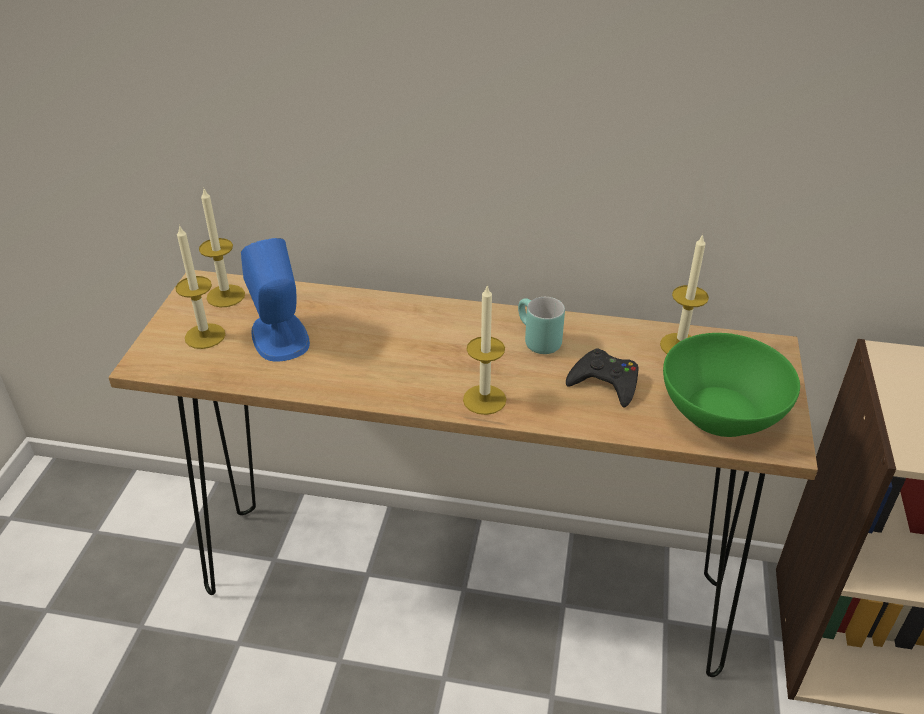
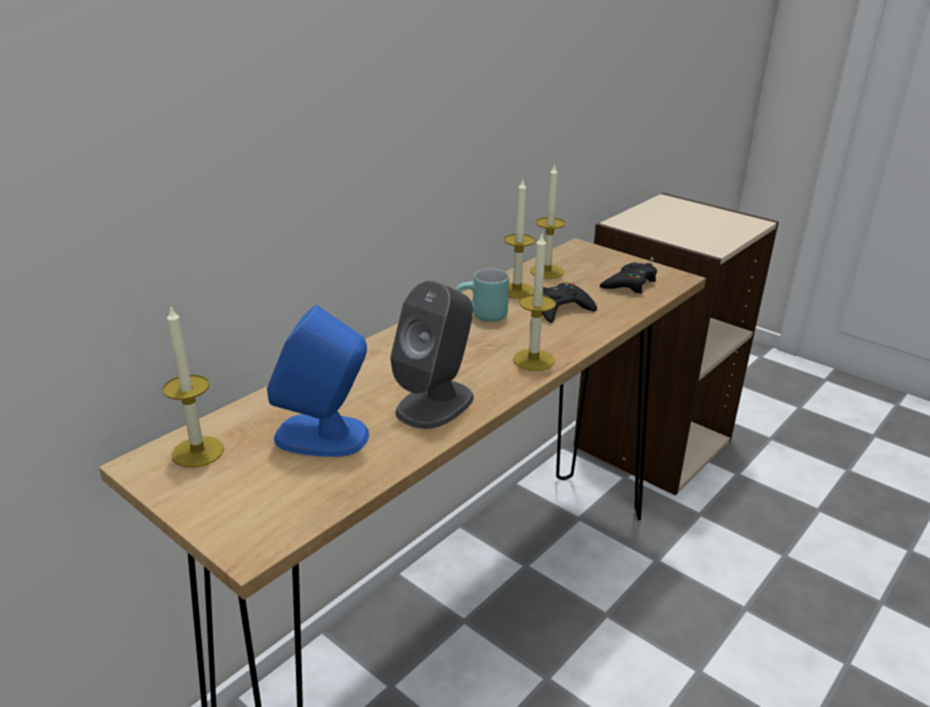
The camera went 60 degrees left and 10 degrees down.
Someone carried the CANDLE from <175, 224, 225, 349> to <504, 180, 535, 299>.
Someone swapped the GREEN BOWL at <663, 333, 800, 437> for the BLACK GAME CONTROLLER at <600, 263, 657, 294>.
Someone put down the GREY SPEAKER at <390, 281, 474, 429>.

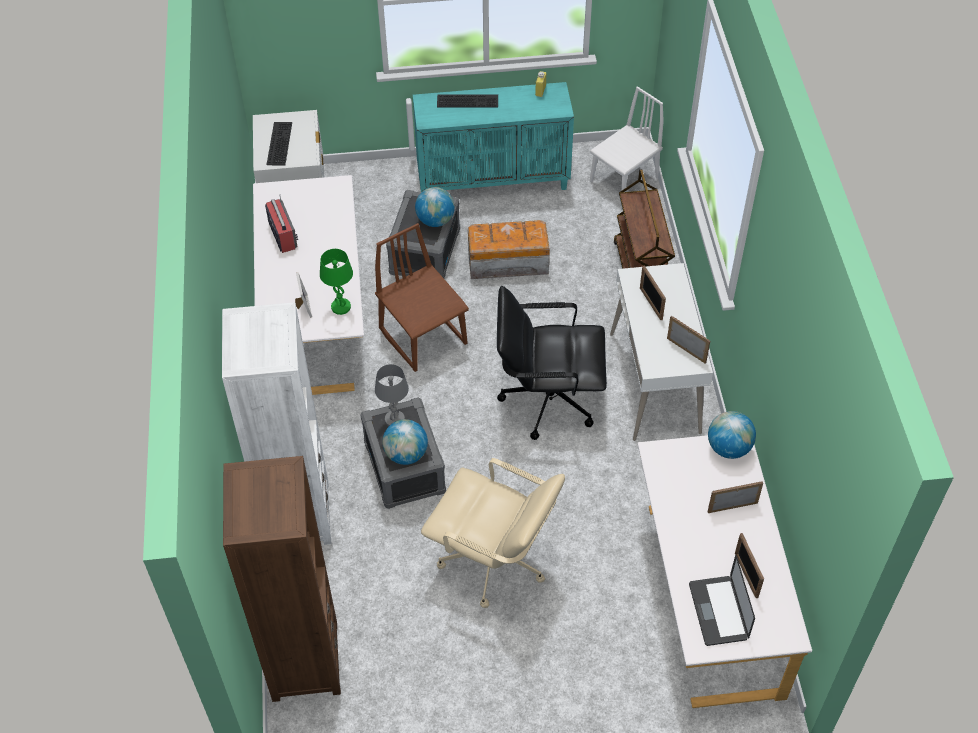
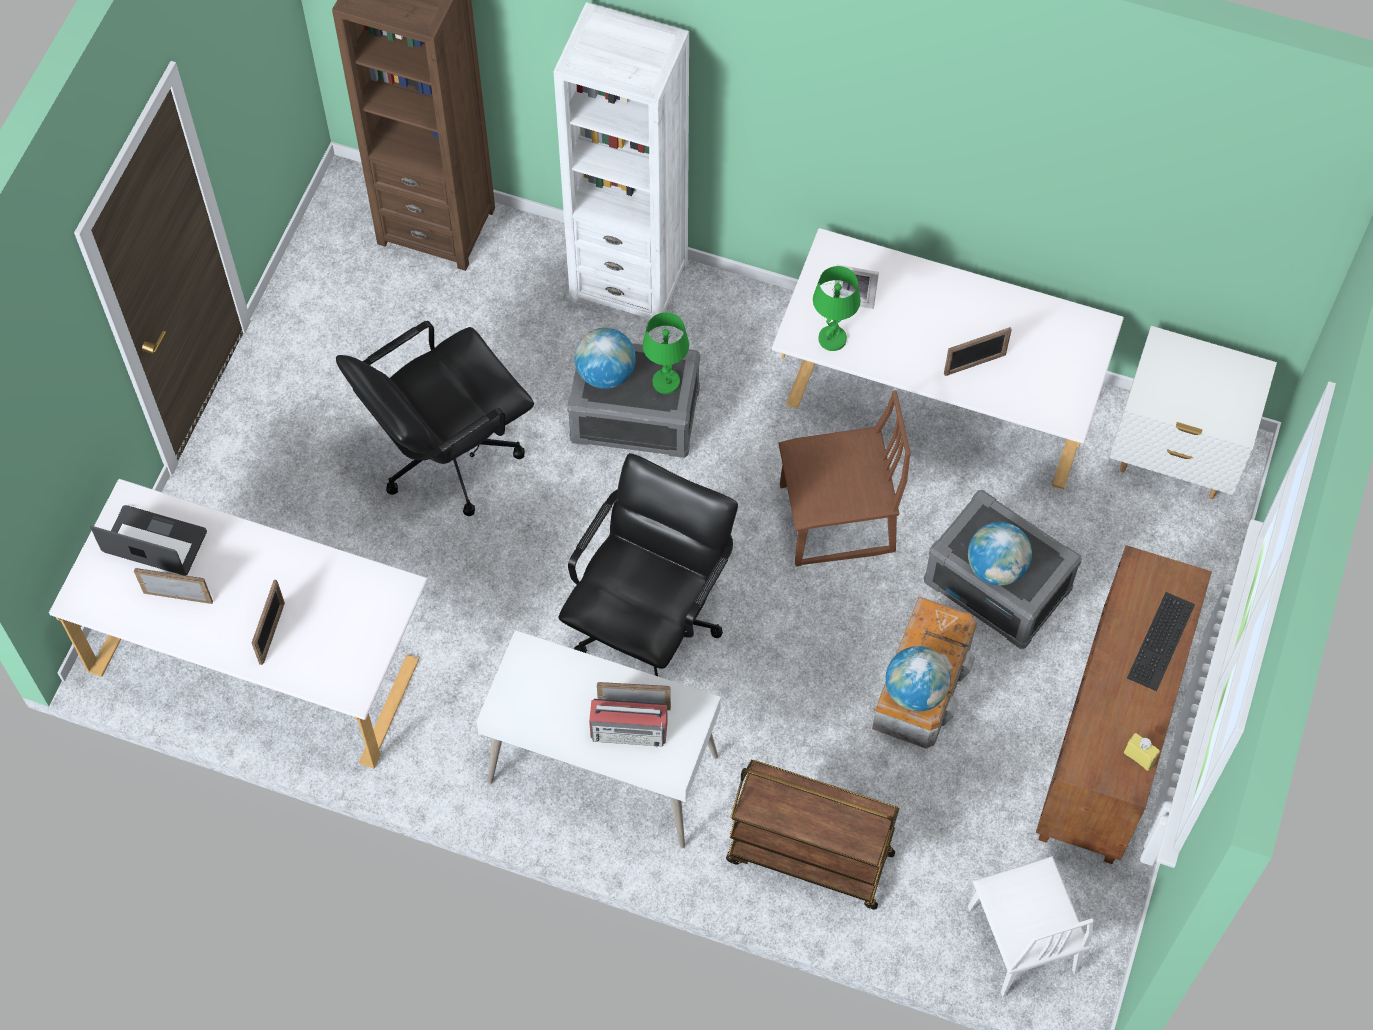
The camera went 115 degrees right and 10 degrees up.
Someone carried the RADIO from <265, 195, 298, 253> to <589, 699, 667, 747>.
Someone took away the KEYBOARD at <266, 122, 292, 166>.
Someone repainted the GREY TABLE LAMP at <375, 364, 409, 426>, which became the GREEN TABLE LAMP at <643, 312, 689, 394>.
Someone repainted the TURQUOISE CABINET at <413, 82, 574, 192>, which became the BROWN CABINET at <1036, 545, 1212, 864>.
Someone repainted the BEIGE OFFICE CHAIR at <421, 458, 565, 608>, which became the BLACK OFFICE CHAIR at <336, 321, 534, 516>.
Someone carried the PICTURE FRAME from <667, 316, 710, 363> to <944, 327, 1012, 376>.
Someone carried the GLOBE from <708, 411, 756, 459> to <886, 646, 951, 711>.

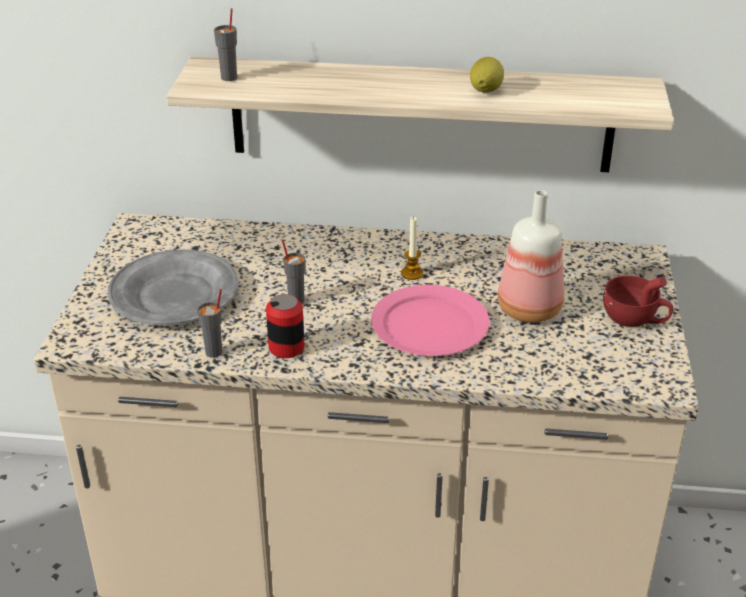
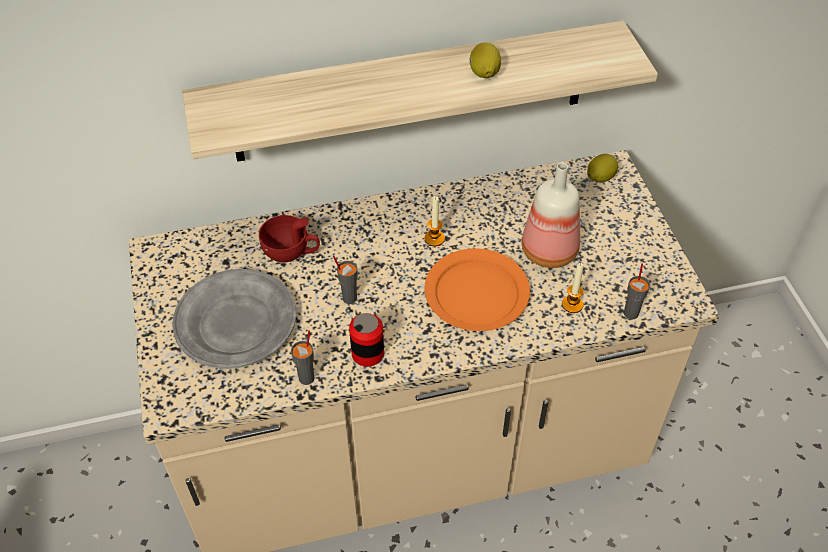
The camera went 20 degrees left and 15 degrees up.
Someone carried the GREY CUP from <214, 8, 237, 81> to <624, 263, 650, 320>.
Someone repainted the PINK PLATE at <371, 285, 490, 356>, which became the ORANGE PLATE at <424, 248, 530, 331>.
Someone carried the RED CUP from <603, 276, 673, 327> to <259, 215, 320, 263>.
Someone put down the CANDLE at <562, 263, 584, 313>.
Someone put down the LEMON at <587, 154, 618, 182>.

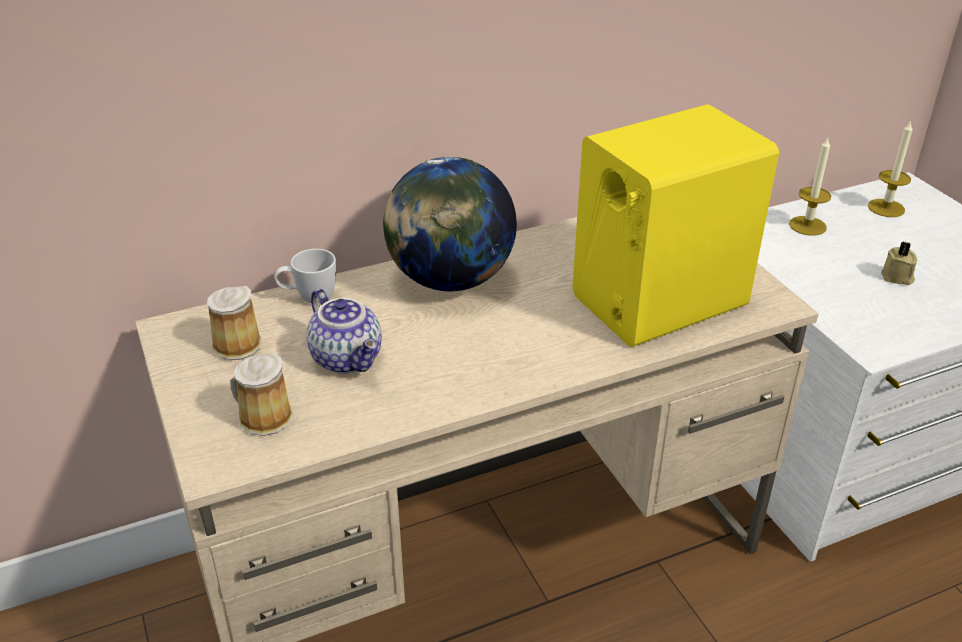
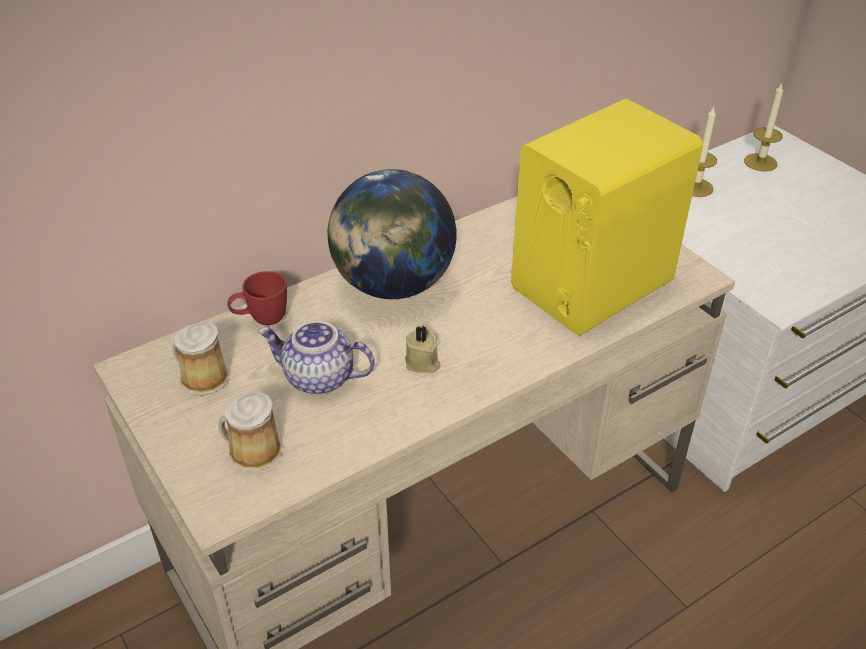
The camera went 10 degrees left and 5 degrees up.
Someone repainted the WHITE MUG at <274, 249, 336, 303>, which became the RED MUG at <227, 271, 287, 325>.
Someone rotated the TEAPOT at <306, 289, 382, 374> by 150 degrees clockwise.
Someone carried the BEIGE CANDLE from <881, 242, 918, 285> to <405, 325, 440, 373>.

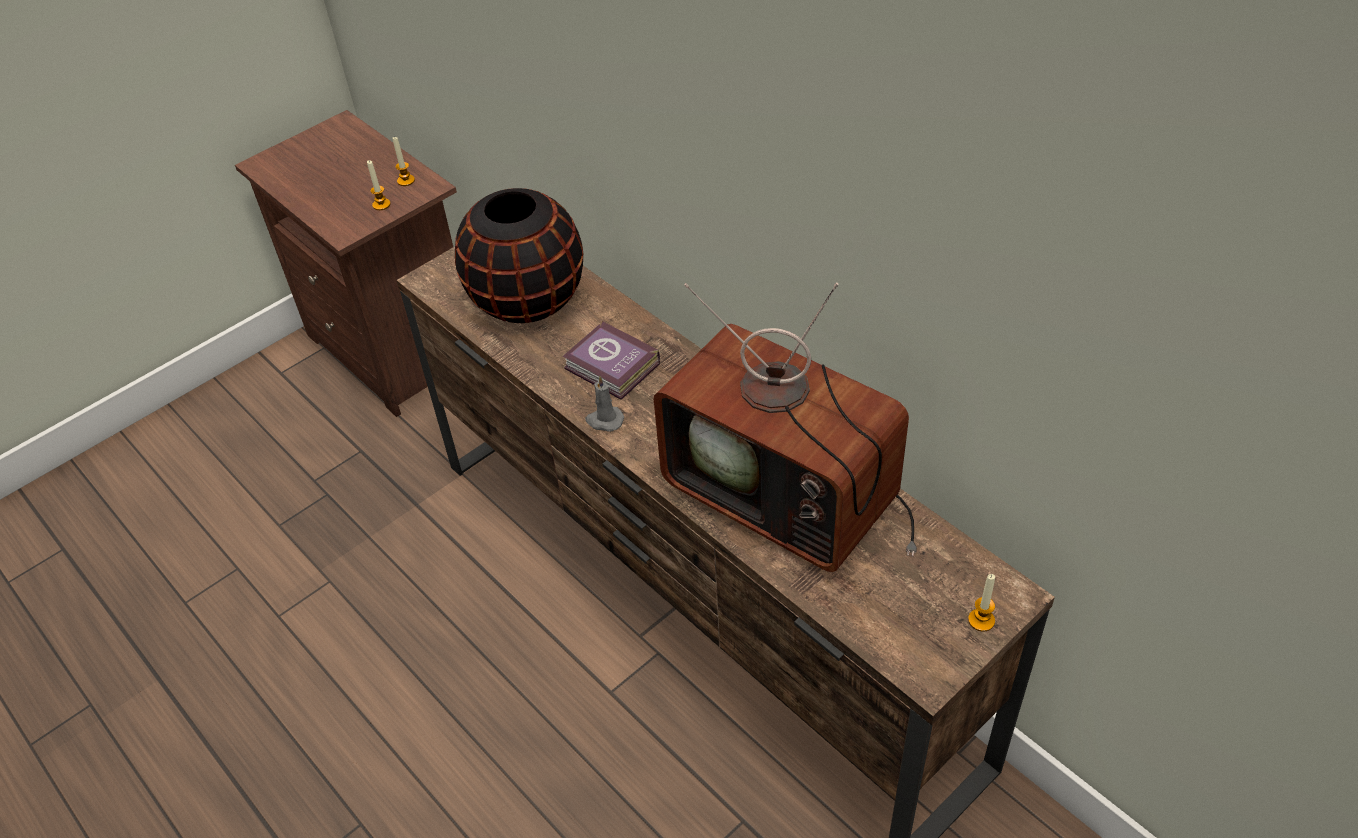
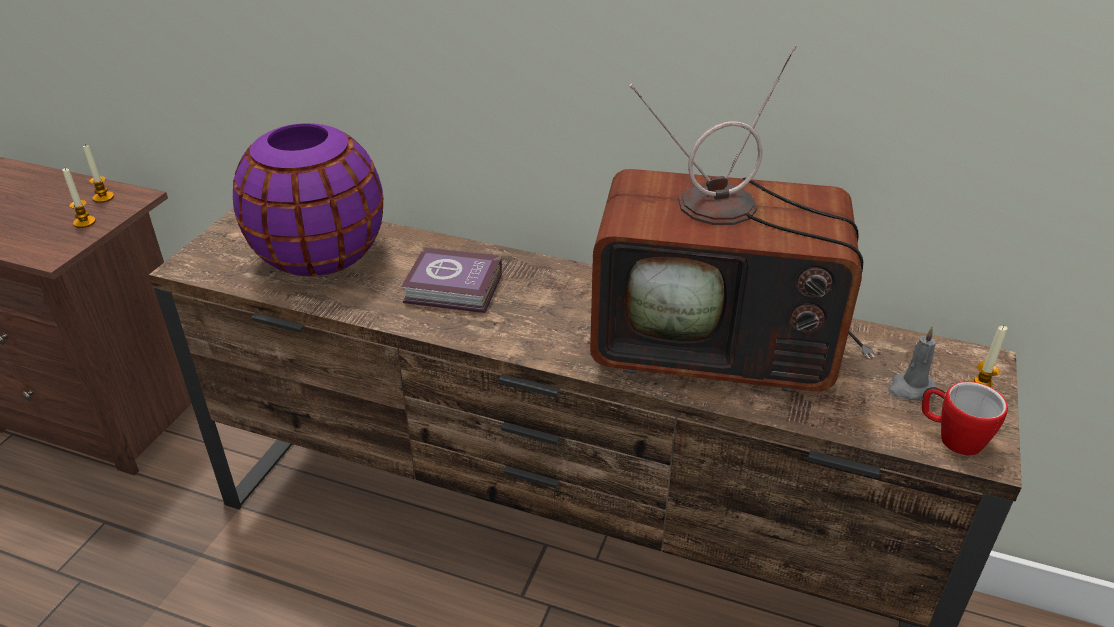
The camera went 30 degrees left and 10 degrees down.
Someone repainted the BLACK VASE at <455, 188, 583, 323>, which became the PURPLE VASE at <233, 123, 383, 276>.
Someone carried the GREY CANDLE from <585, 376, 624, 432> to <888, 327, 936, 400>.
Someone put down the MUG at <922, 381, 1008, 456>.

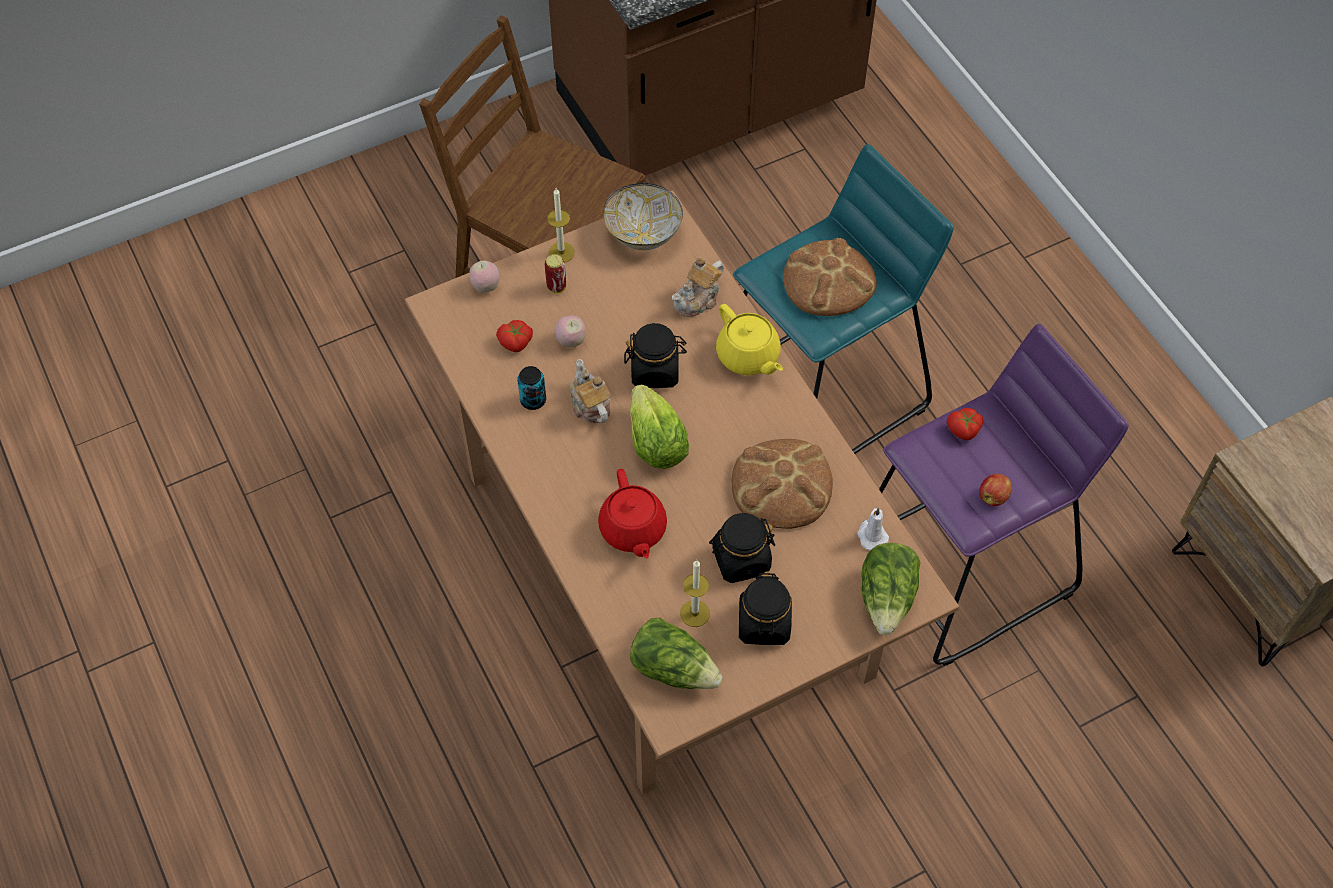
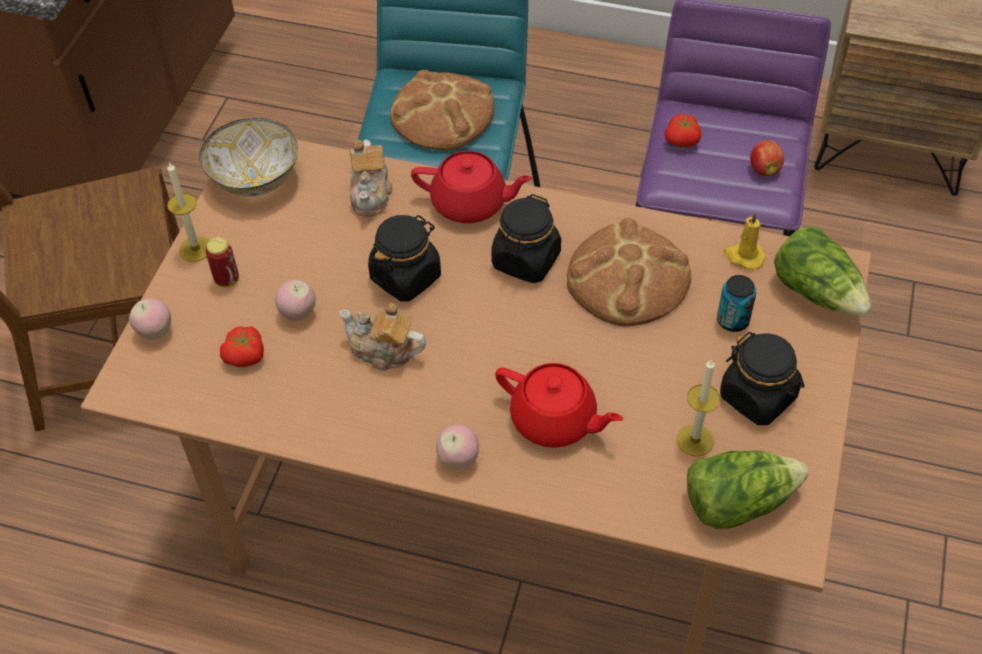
The camera went 45 degrees left and 5 degrees down.
Someone carried the CAN from <517, 366, 546, 410> to <717, 275, 756, 332>.
Someone took away the LETTUCE at <630, 384, 689, 469>.
Someone carried the BLACK JAR from <709, 513, 775, 583> to <491, 194, 561, 283>.
Someone repainted the YELLOW TEAPOT at <716, 304, 783, 375>, which became the RED TEAPOT at <411, 151, 533, 223>.
Someone repainted the WHITE CANDLE at <857, 507, 889, 550>, which became the YELLOW CANDLE at <724, 212, 766, 270>.
Someone put down the APPLE at <436, 425, 479, 470>.

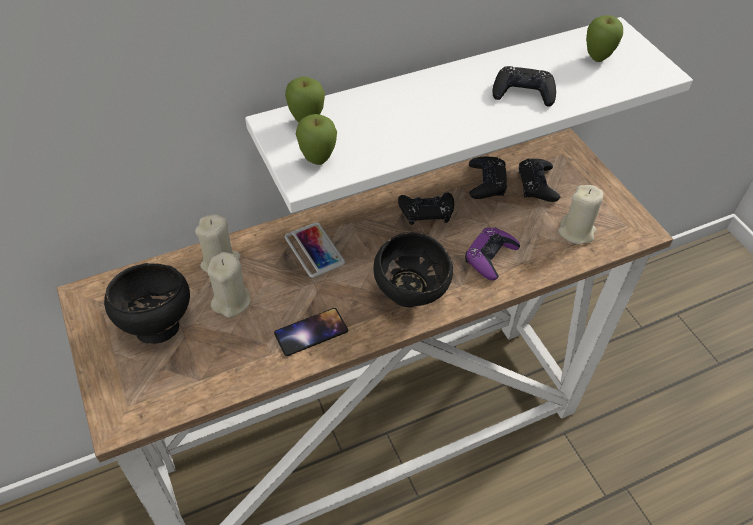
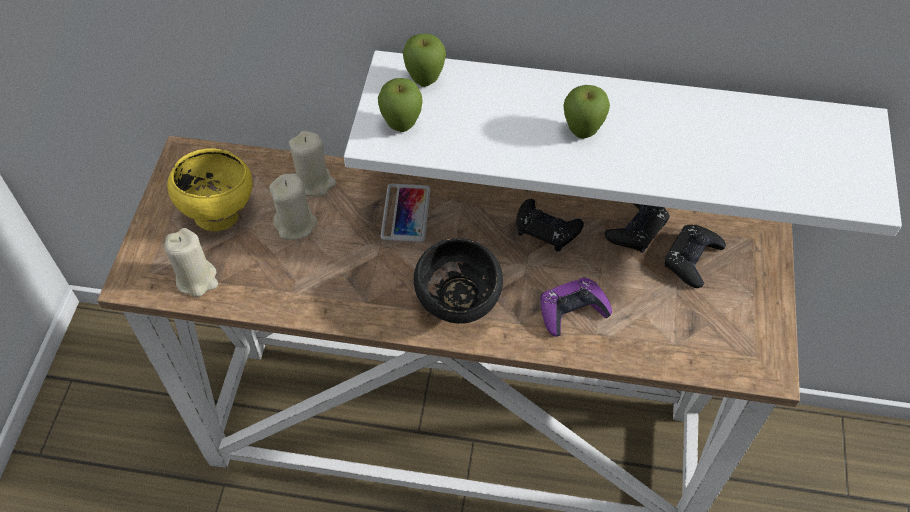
The camera went 35 degrees right and 5 degrees up.
Someone repainted the BLACK BOWL at <104, 263, 190, 344>, which became the YELLOW BOWL at <167, 148, 252, 231>.
Someone took away the PHONE at <274, 308, 348, 356>.
Someone took away the BLACK GAME CONTROLLER at <492, 66, 556, 107>.
Someone carried the BEIGE CANDLE from <558, 185, 604, 244> to <164, 228, 218, 297>.
Someone carried the APPLE from <586, 15, 623, 62> to <563, 85, 610, 139>.

